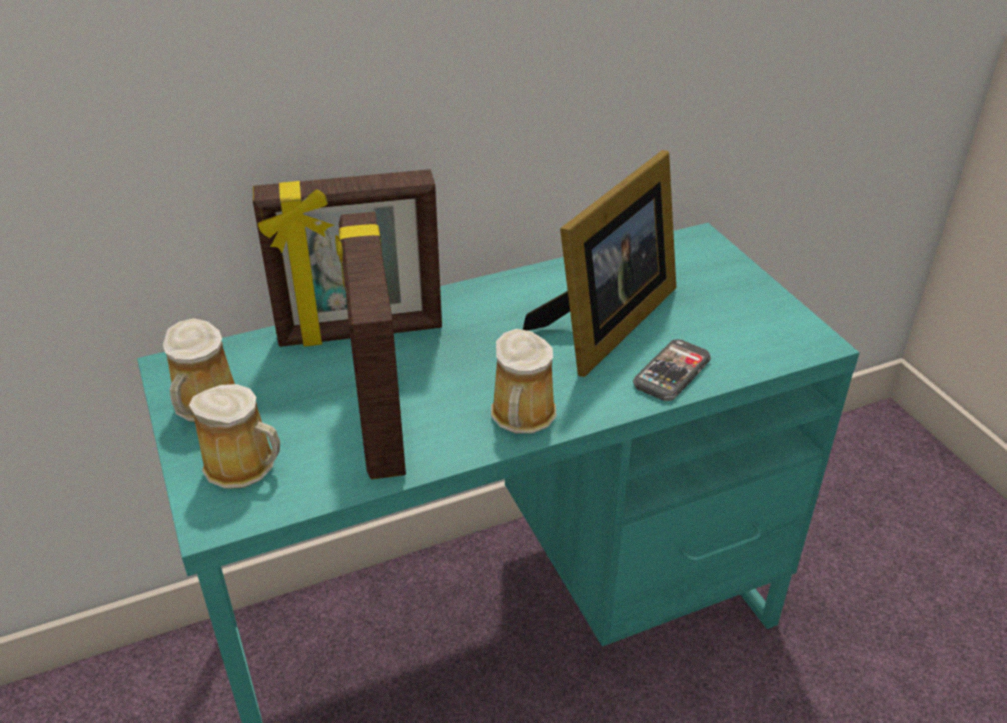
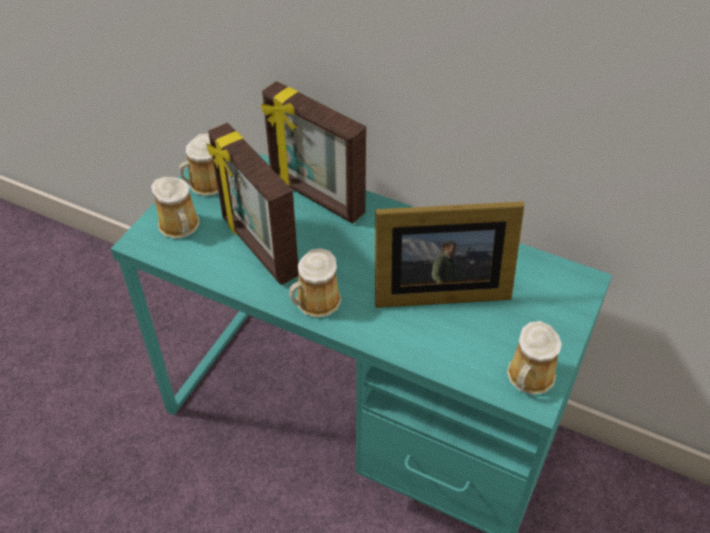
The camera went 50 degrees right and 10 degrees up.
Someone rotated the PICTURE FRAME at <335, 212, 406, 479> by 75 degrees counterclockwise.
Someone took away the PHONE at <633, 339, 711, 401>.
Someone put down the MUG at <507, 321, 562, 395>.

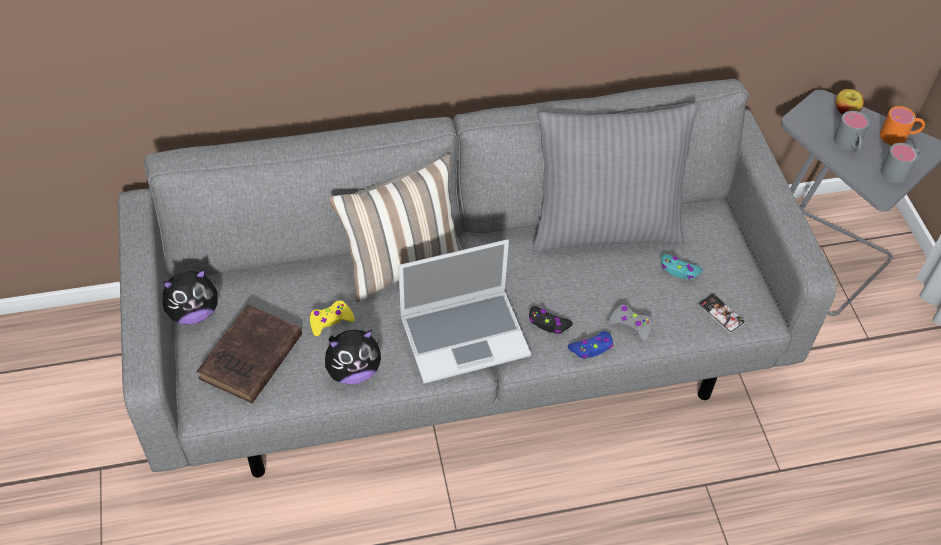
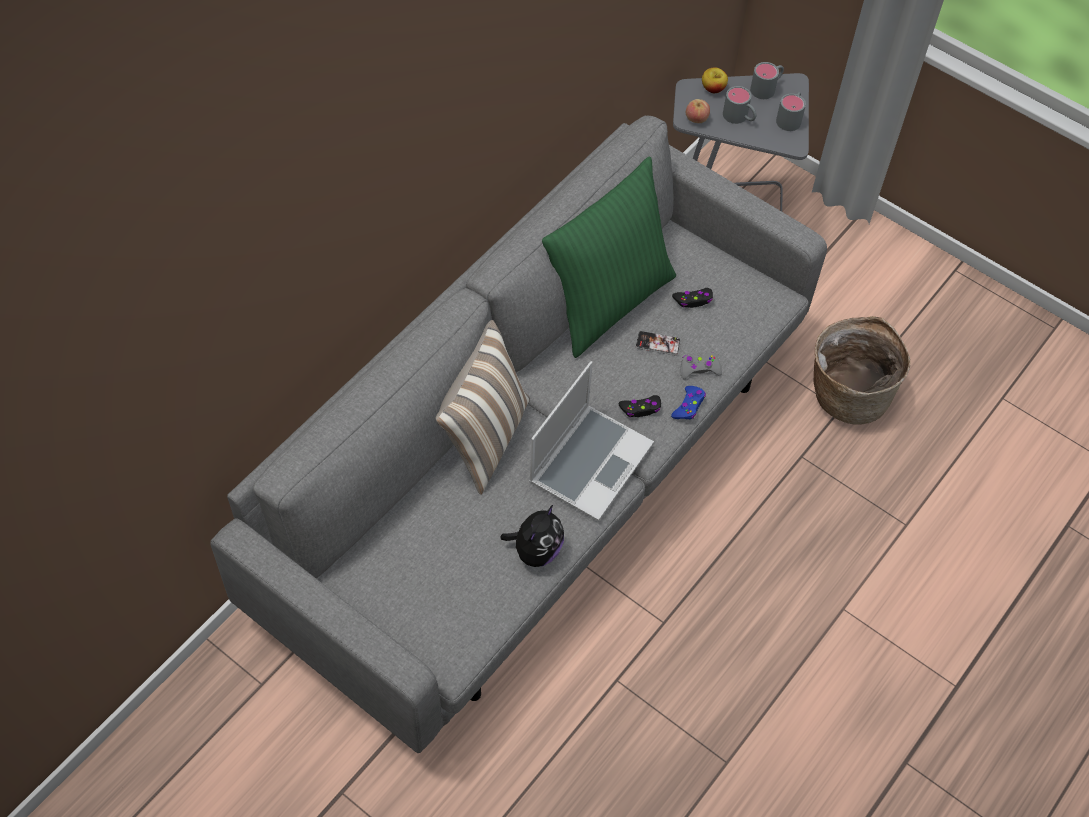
The camera went 40 degrees left and 5 degrees up.
Someone took away the PLUSH TOY at <163, 269, 218, 325>.
Someone took away the BROWN BOOK at <197, 305, 302, 403>.
Someone took away the YELLOW GAME CONTROLLER at <310, 300, 355, 336>.
Someone repainted the GREY PILLOW at <533, 103, 699, 252>, which became the GREEN PILLOW at <542, 156, 676, 358>.
Someone repainted the TURQUOISE GAME CONTROLLER at <661, 254, 703, 280>, which became the BLACK GAME CONTROLLER at <672, 288, 713, 308>.
Someone carried the PHONE from <698, 294, 745, 333> to <635, 331, 681, 355>.
Someone repainted the ORANGE MUG at <880, 106, 925, 145>, which became the GREY MUG at <750, 62, 784, 99>.
Someone put down the APPLE at <686, 99, 710, 123>.
Someone put down the BASKET at <814, 316, 910, 425>.

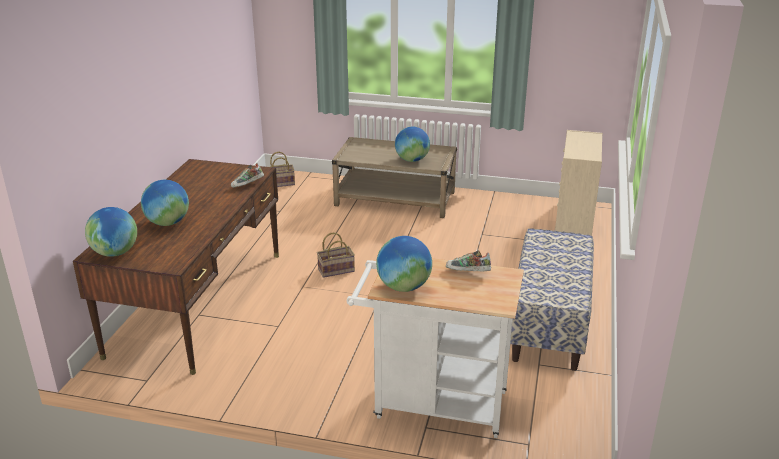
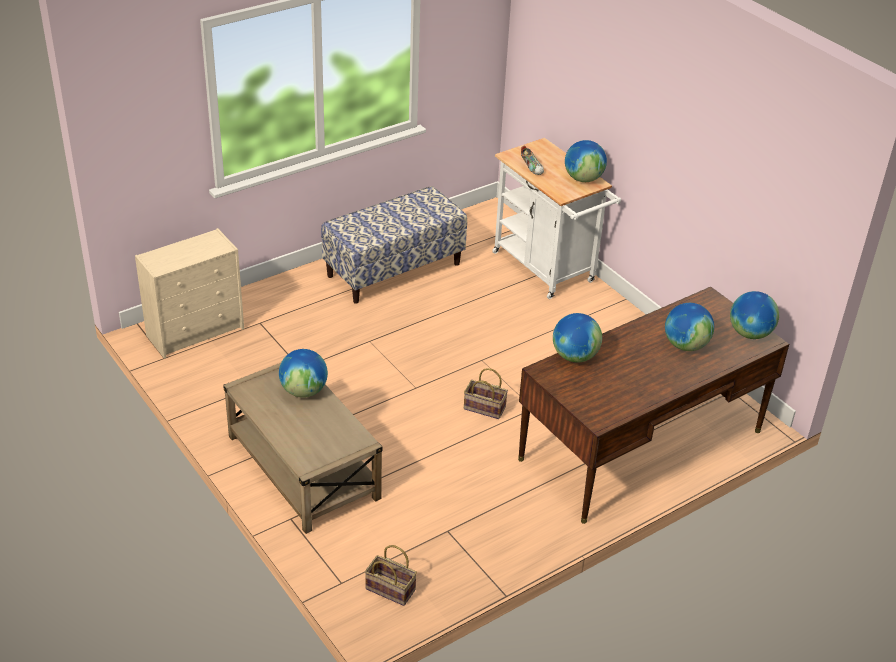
The camera went 140 degrees left and 10 degrees up.
Someone swapped the SHOE at <231, 163, 264, 188> for the GLOBE at <553, 313, 602, 363>.

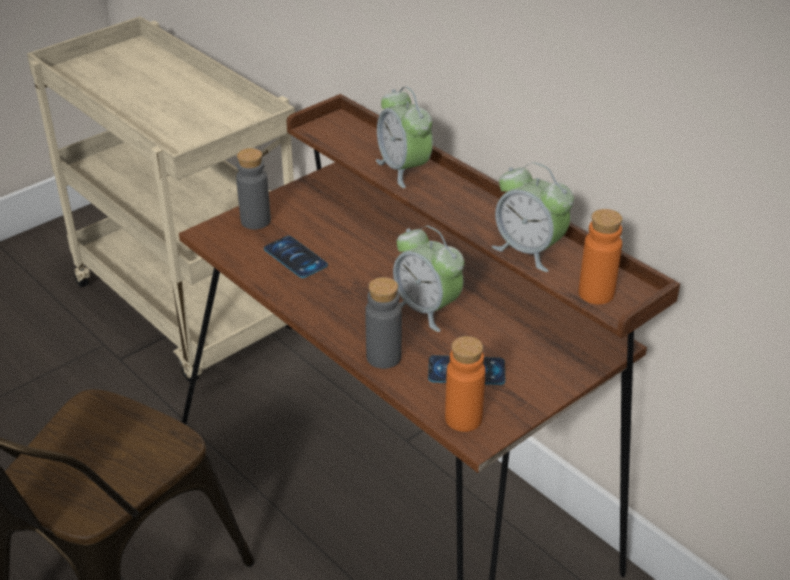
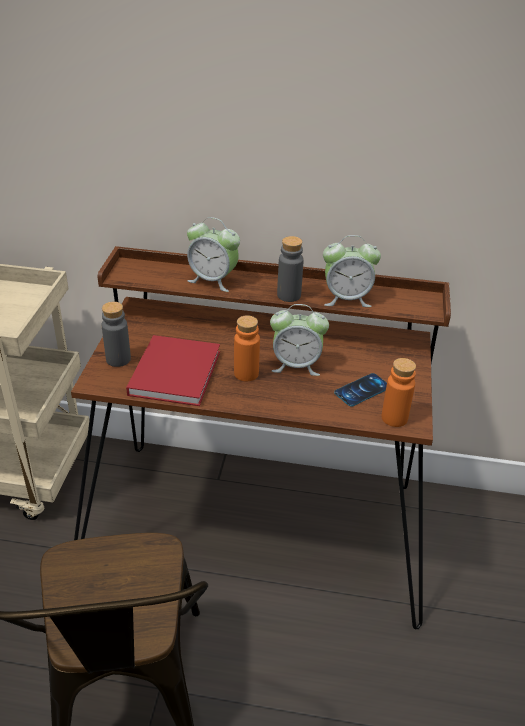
The camera went 40 degrees left and 0 degrees up.
Someone swapped the PHONE at <264, 236, 328, 278> for the RED BOOK at <126, 335, 220, 406>.
Someone carried the GREY BOTTLE from <365, 277, 402, 369> to <277, 236, 304, 302>.
Someone carried the ORANGE BOTTLE from <579, 209, 622, 304> to <234, 315, 260, 381>.

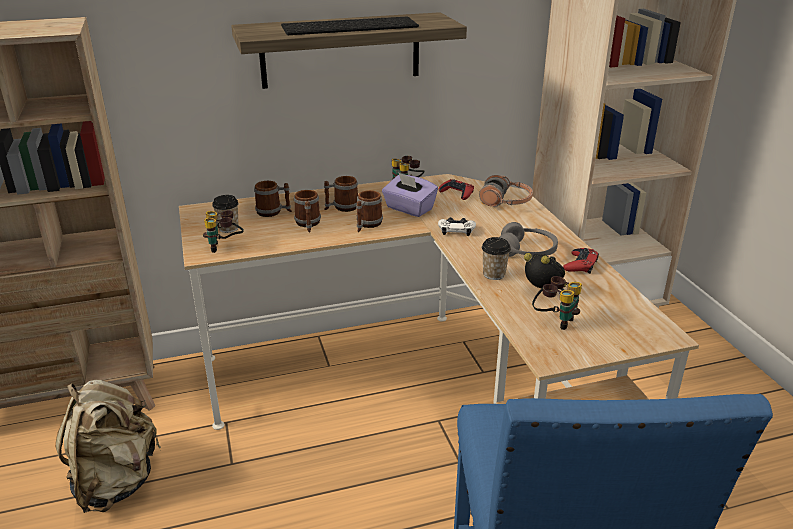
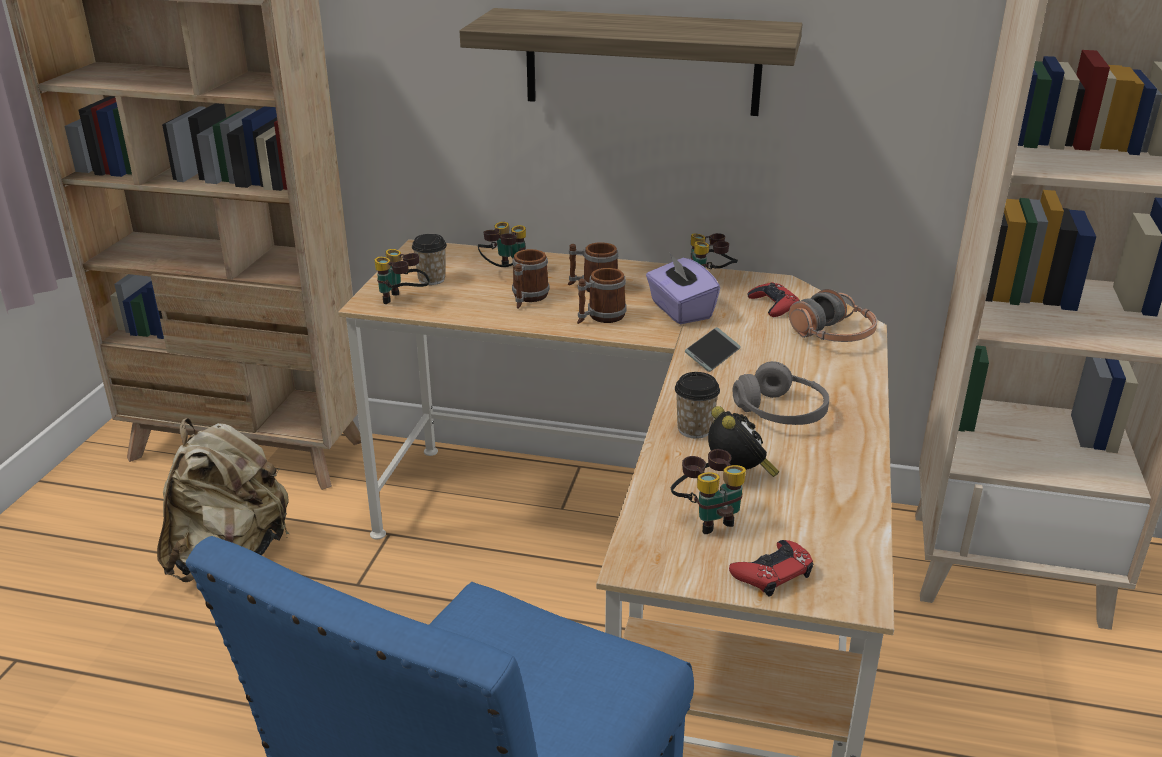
The camera went 30 degrees right and 0 degrees up.
Someone swapped the MUG at <254, 181, 292, 217> for the BINOCULARS at <478, 222, 526, 267>.
Someone took away the KEYBOARD at <281, 17, 419, 35>.
Someone swapped the WHITE GAME CONTROLLER at <438, 217, 476, 236> for the PHONE at <685, 327, 741, 372>.
Someone carried the RED GAME CONTROLLER from <563, 248, 599, 274> to <729, 540, 813, 597>.

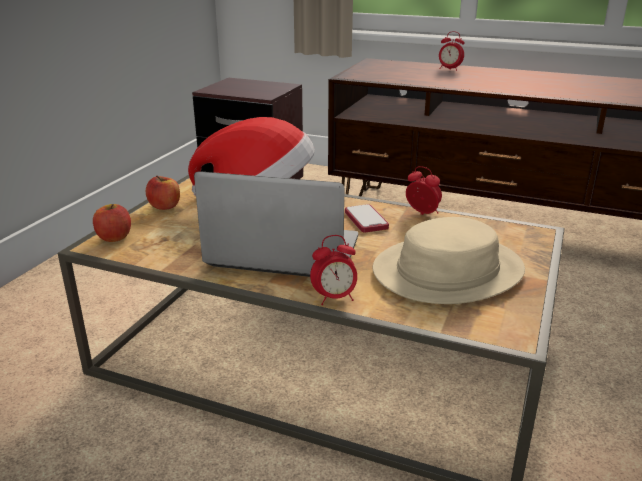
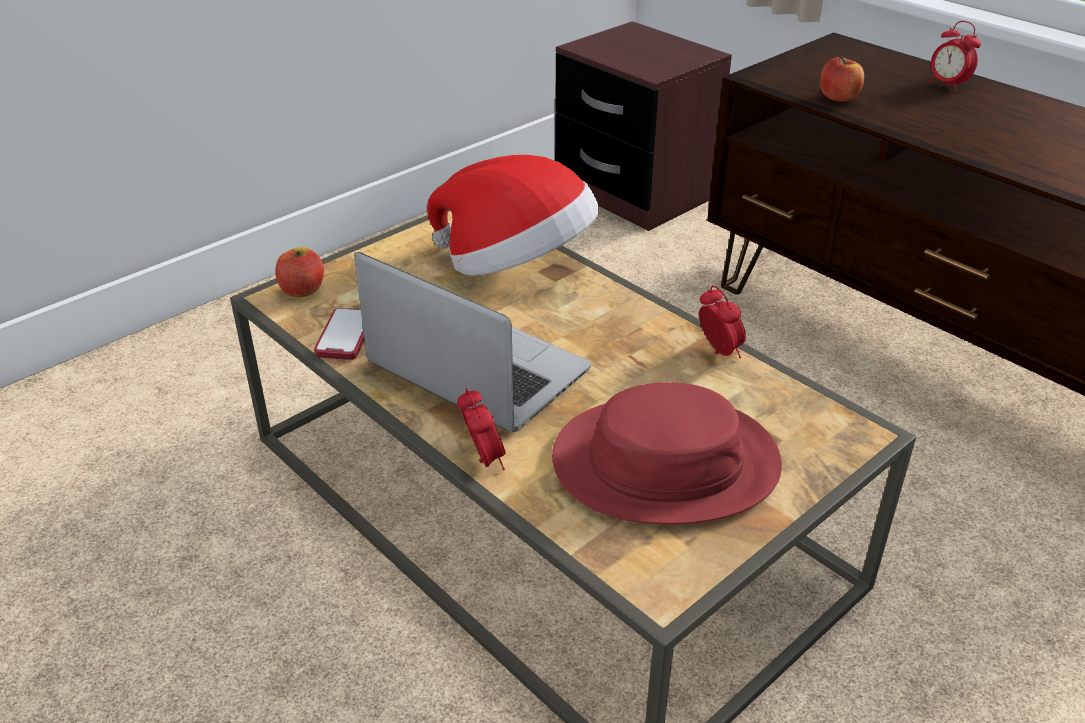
The camera went 25 degrees right and 10 degrees up.
Someone carried the APPLE from <146, 176, 180, 210> to <820, 56, 864, 102>.
Someone rotated the ALARM CLOCK at <310, 235, 357, 305> by 120 degrees counterclockwise.
Someone carried the PHONE from <345, 204, 389, 232> to <314, 308, 365, 360>.
Someone repainted the BEIGE HAT at <373, 217, 525, 304>, which became the RED HAT at <552, 382, 782, 525>.

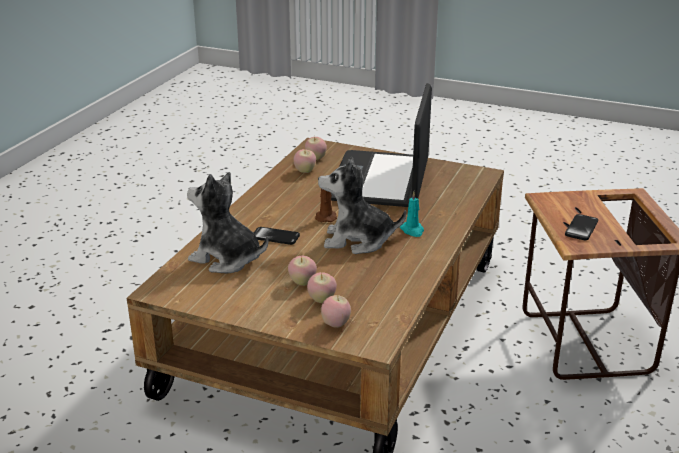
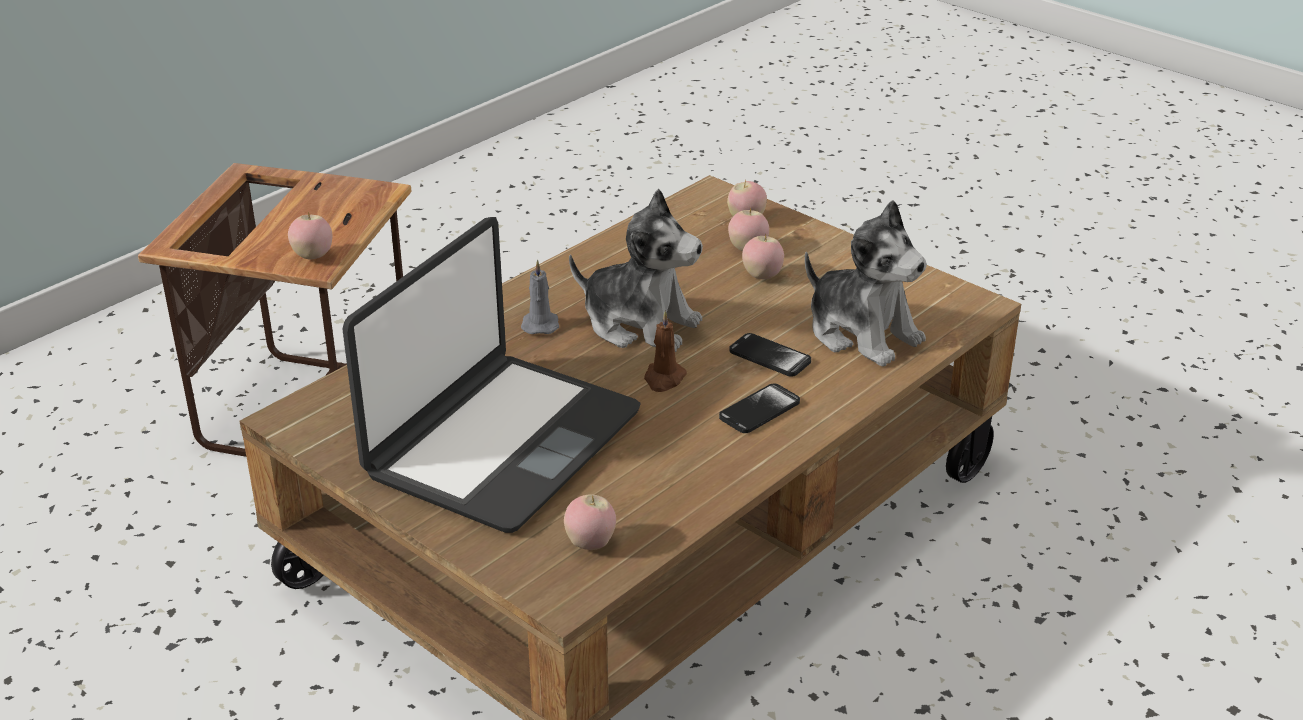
The camera went 160 degrees left and 5 degrees up.
Someone carried the APPLE from <294, 149, 316, 173> to <288, 211, 332, 259>.
Someone repainted the TURQUOISE CANDLE at <400, 192, 424, 237>, which became the GREY CANDLE at <521, 260, 559, 334>.
Someone carried the PHONE from <565, 214, 598, 240> to <719, 383, 800, 433>.

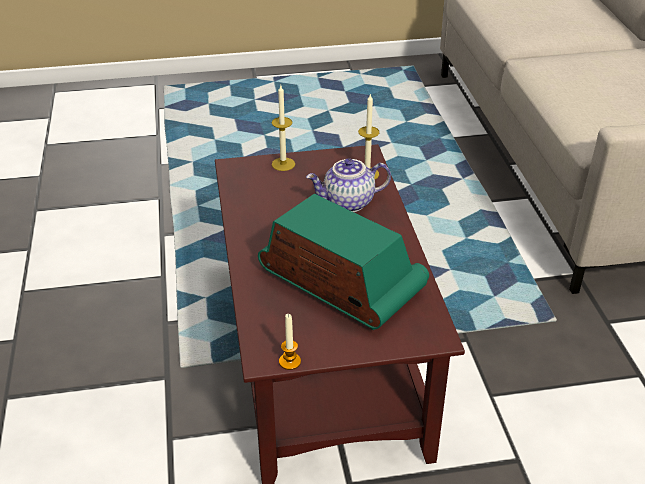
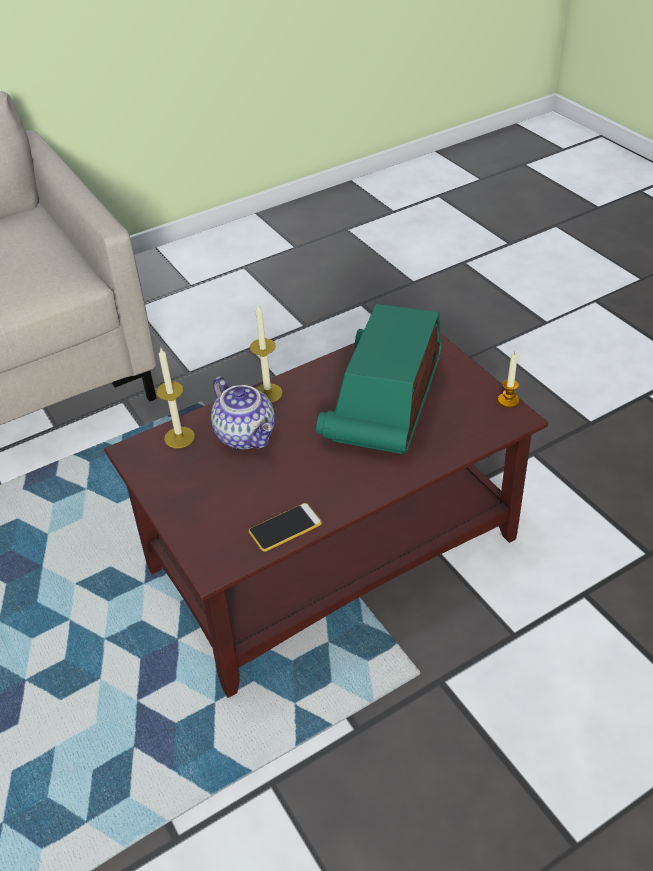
The camera went 110 degrees left and 5 degrees up.
Someone carried the CANDLE from <272, 85, 295, 171> to <250, 304, 283, 402>.
Someone put down the PHONE at <249, 503, 322, 552>.

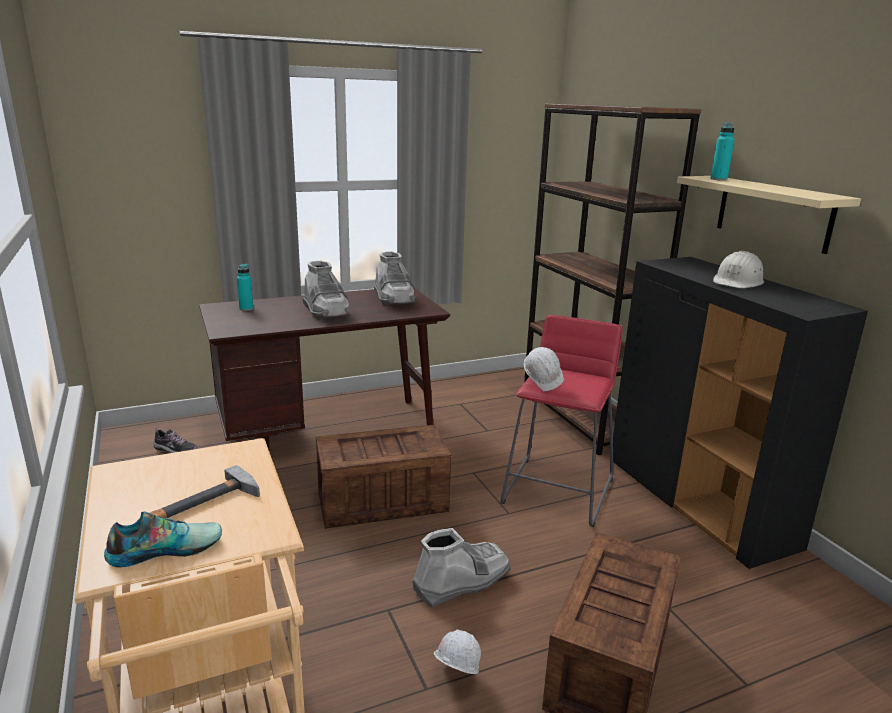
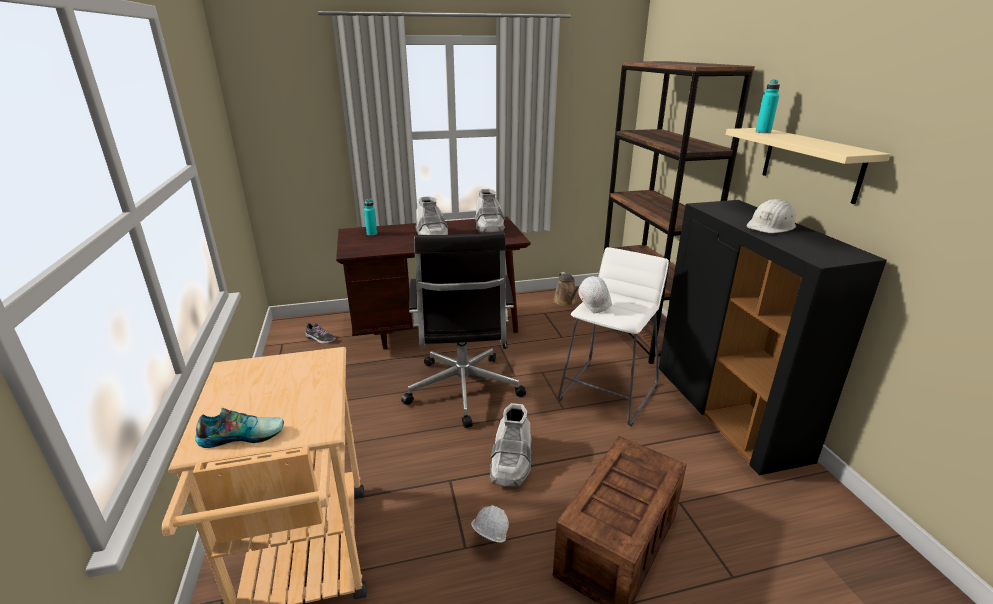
The camera went 10 degrees right and 5 degrees up.
Someone took away the HAMMER at <150, 465, 260, 518>.
Someone swapped the CRATE at <316, 425, 451, 529> for the BLACK OFFICE CHAIR at <401, 232, 526, 428>.
Someone rotated the GREY BOOT at <412, 528, 511, 608> by 120 degrees clockwise.
Someone repainted the RED STOOL at <500, 315, 623, 527>, which became the WHITE STOOL at <558, 247, 669, 426>.
Someone put down the BROWN WATERING CAN at <553, 272, 579, 306>.

